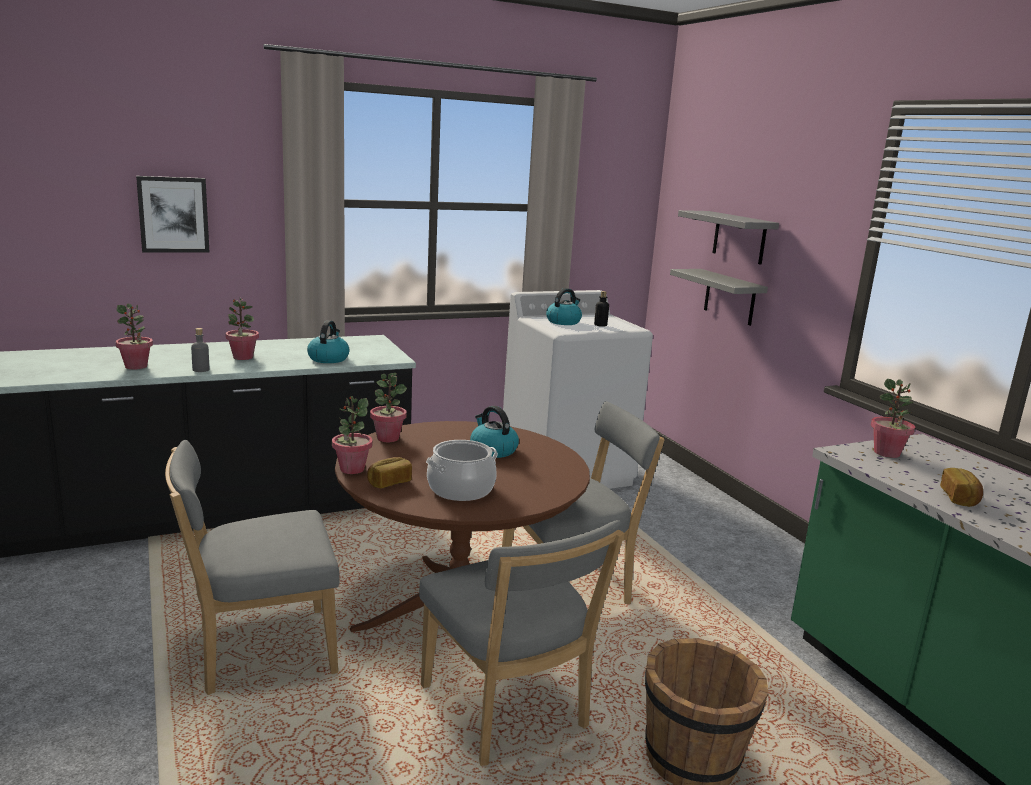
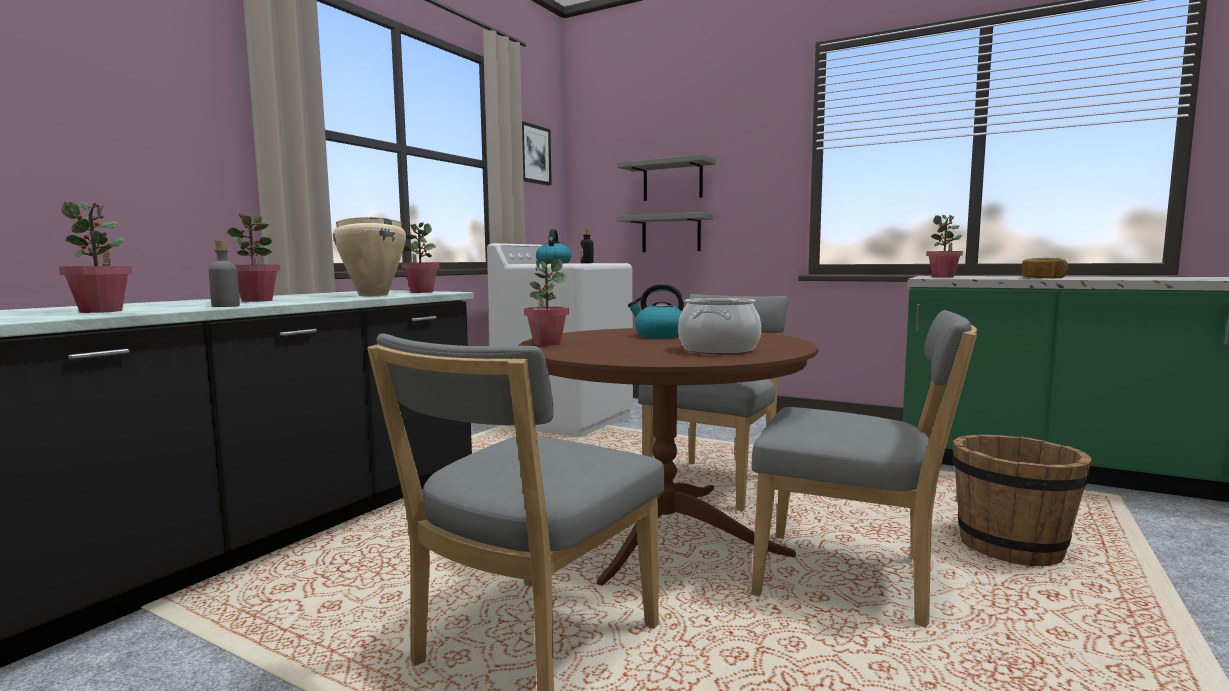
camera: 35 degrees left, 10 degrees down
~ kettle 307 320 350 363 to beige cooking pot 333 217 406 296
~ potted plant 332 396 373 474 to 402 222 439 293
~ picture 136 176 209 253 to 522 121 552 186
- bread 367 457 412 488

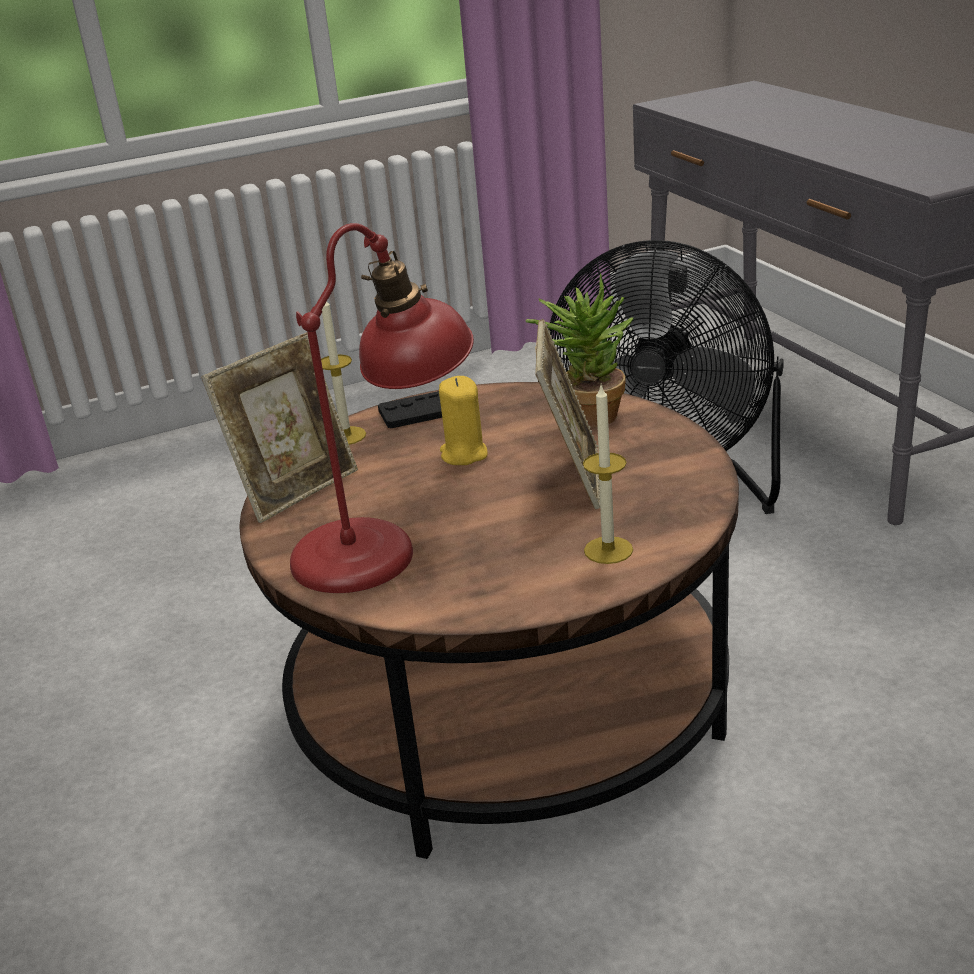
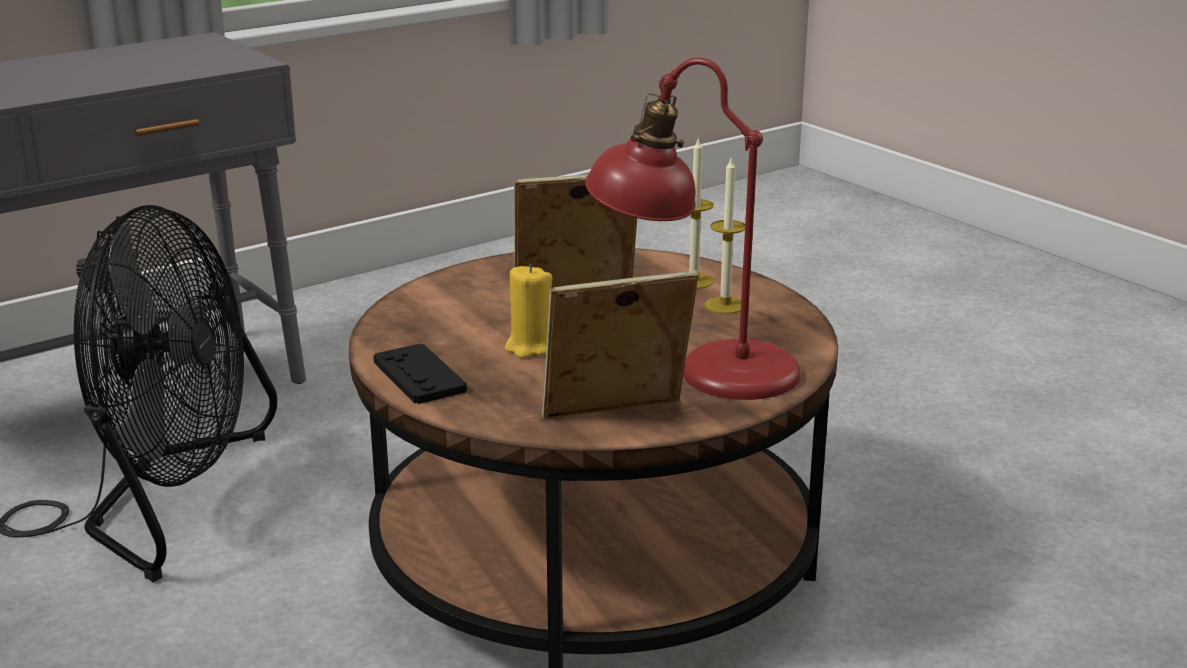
camera: 105 degrees left, 5 degrees down
~ picture frame 201 332 358 523 = 542 271 698 419 45 degrees counterclockwise
~ candle 321 302 366 445 to 704 156 745 314
- potted plant 525 273 634 427

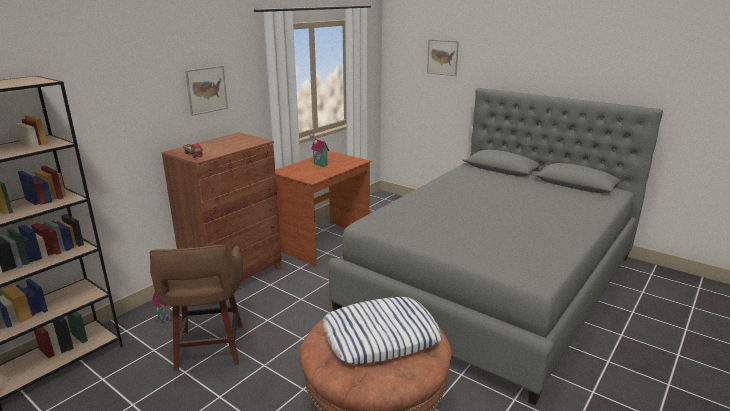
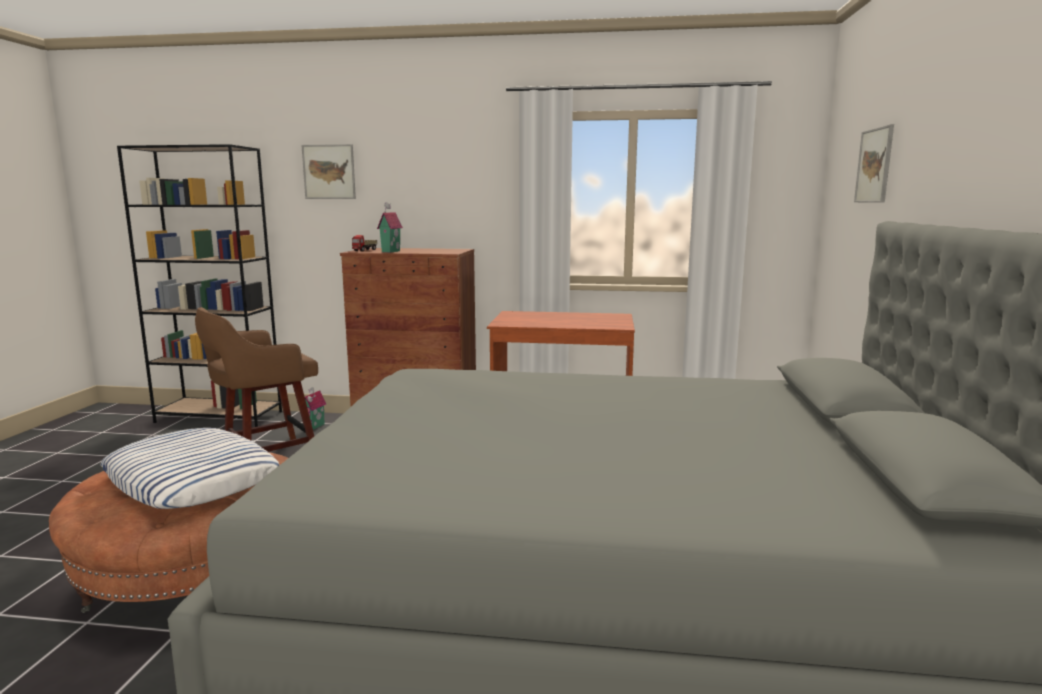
camera: 60 degrees right, 10 degrees down
~ picture 185 66 228 116 to 301 144 356 199
~ toy house 309 134 329 167 to 377 202 403 253

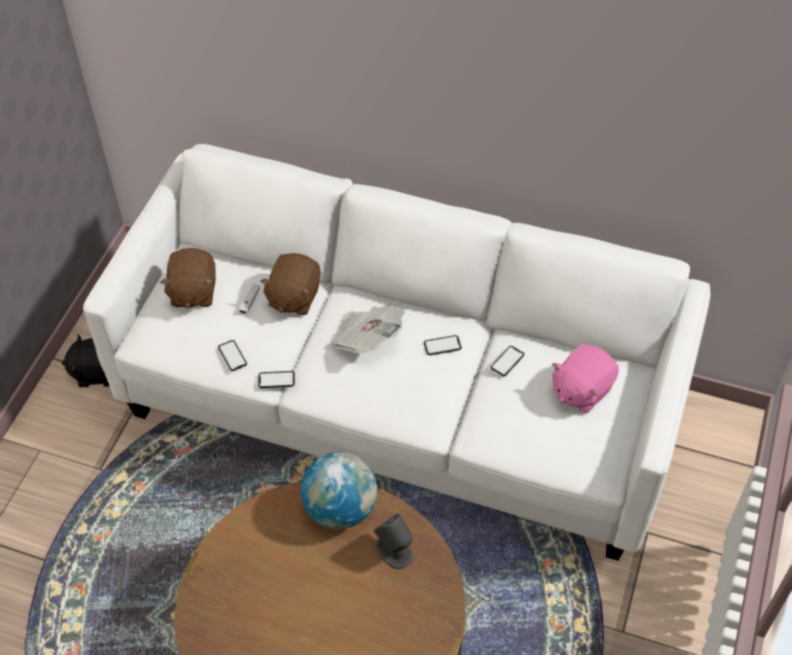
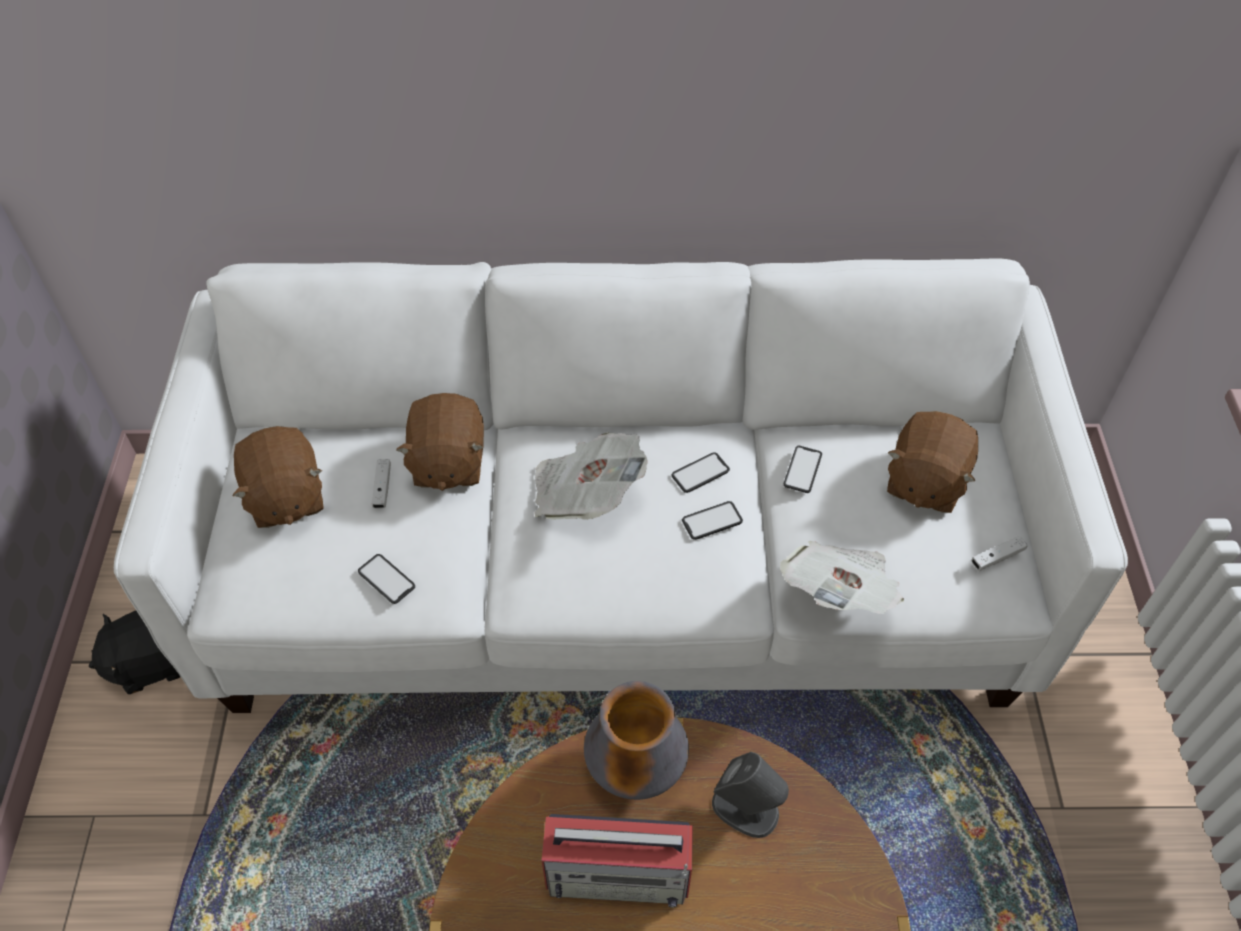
camera: 20 degrees left, 0 degrees up
+ radio 541 814 693 908
~ globe 301 452 377 529 to vase 584 681 689 800
~ phone 258 371 295 388 to 682 501 743 540
+ newspaper 780 541 904 614
~ pink plush toy 552 344 619 413 to brown plush toy 887 411 978 513
+ white game controller 971 536 1028 571

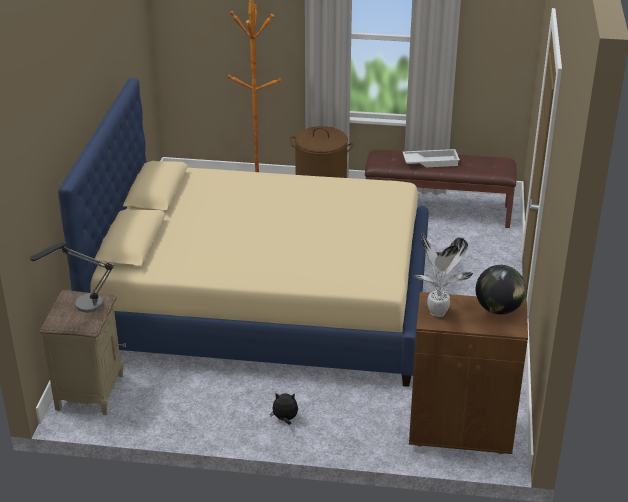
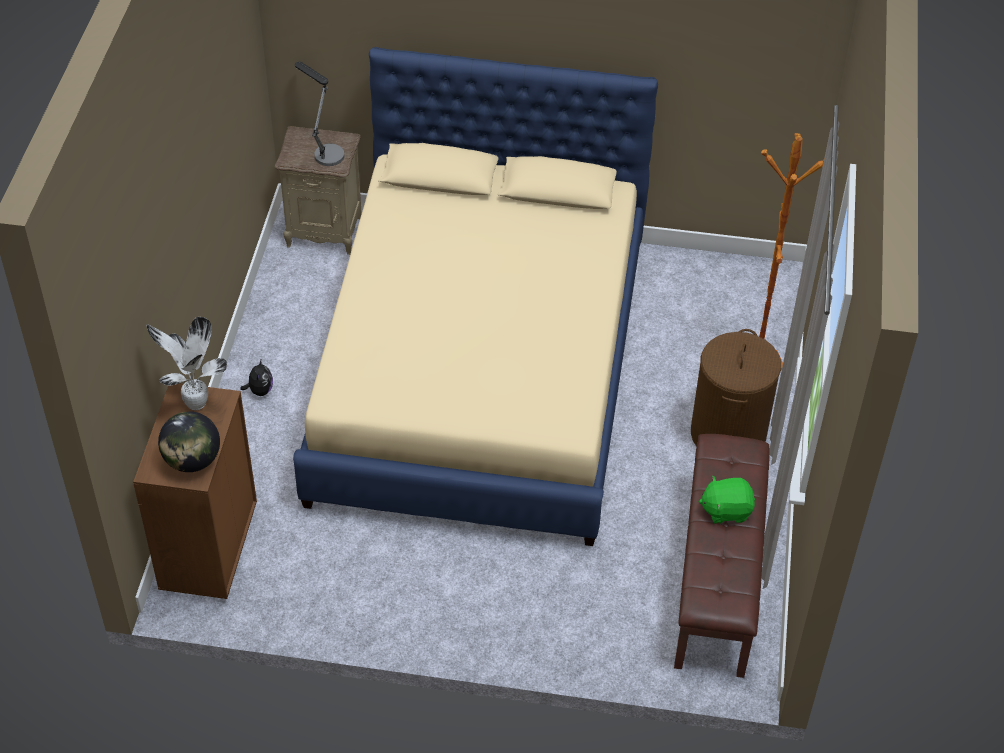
camera: 90 degrees right, 15 degrees up
~ white tray 403 149 460 167 to green plush toy 699 475 755 524

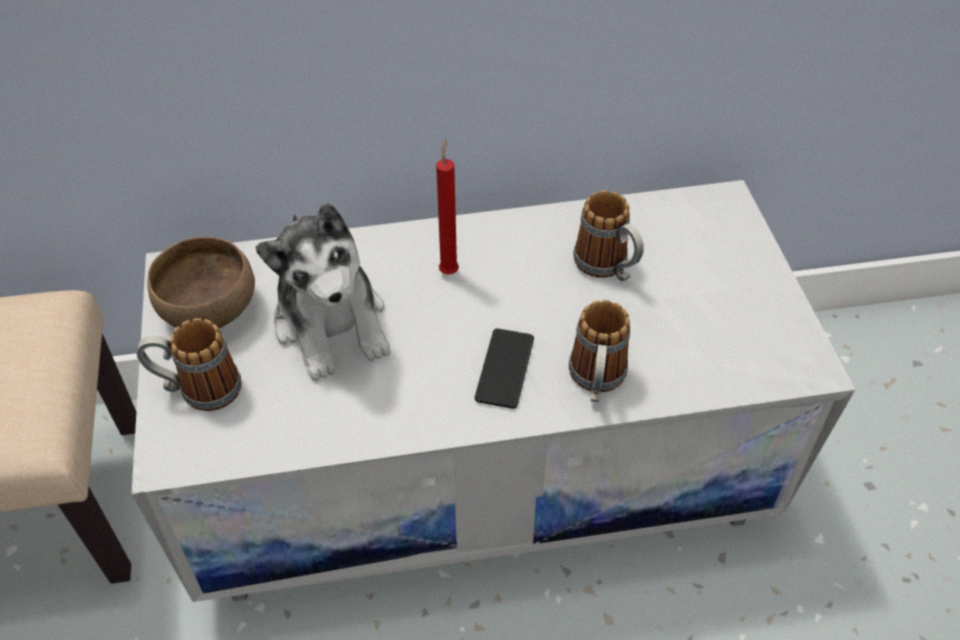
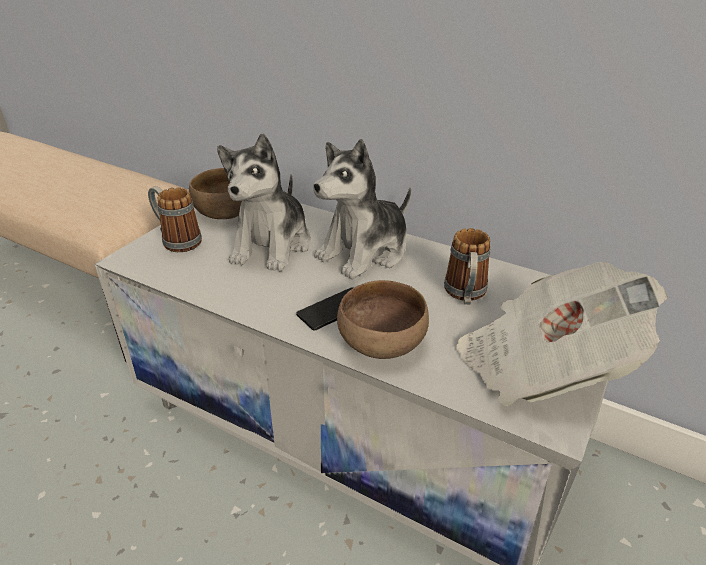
camera: 40 degrees right, 15 degrees down
~ red candle 436 138 459 275 to plush toy 313 139 411 279
~ mug 569 300 630 402 to brown bowl 337 280 429 359
+ newspaper 456 262 668 406

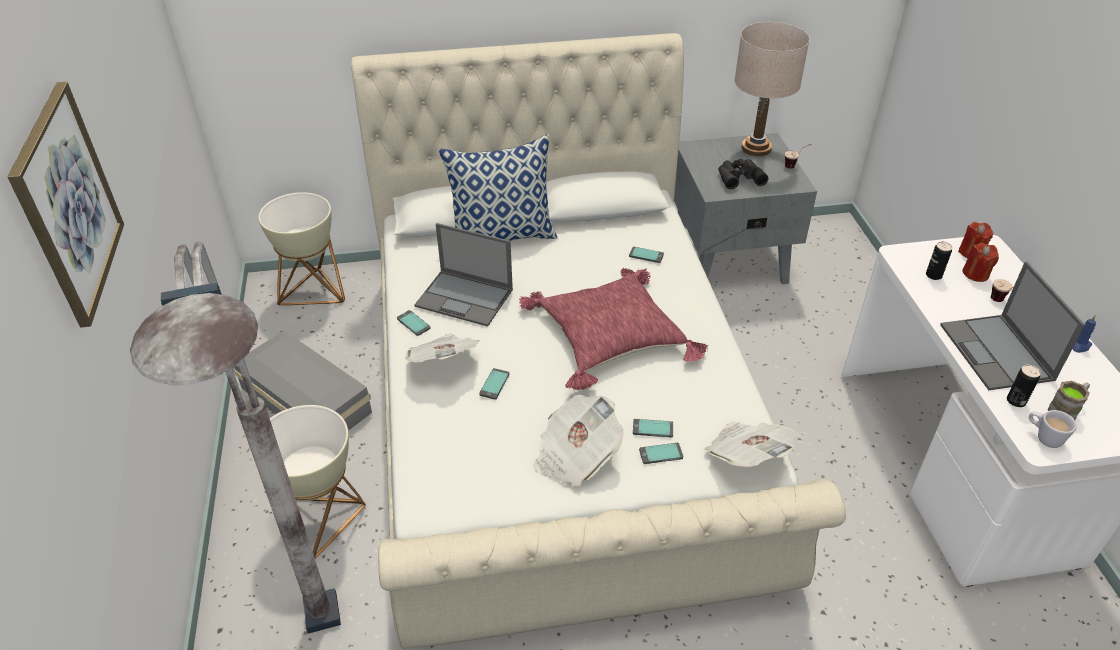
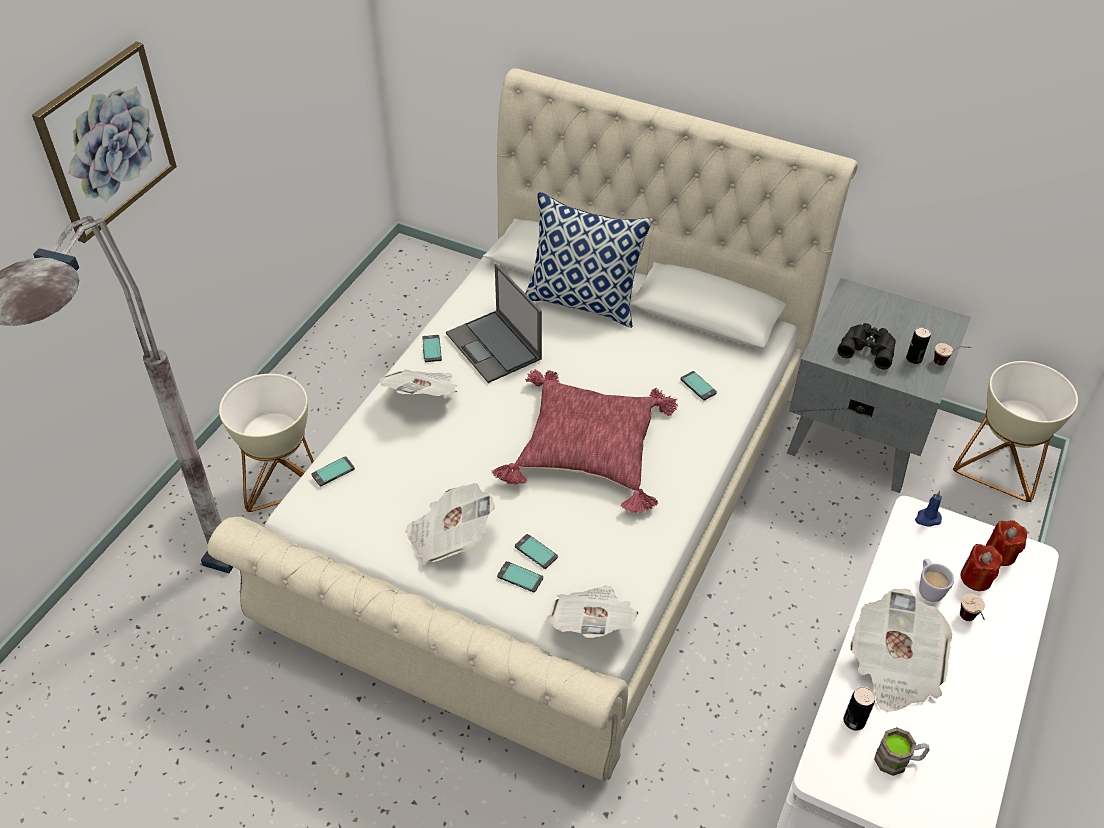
camera: 35 degrees right, 5 degrees up
~ phone 479 368 510 400 to 312 456 355 486
~ laptop 940 261 1085 390 to newspaper 850 589 953 712
~ can 926 241 952 280 to 906 327 931 364
~ blue candle 1073 315 1096 353 to 915 491 942 527
~ white mug 1029 410 1077 448 to 919 559 954 602
~ planter 258 192 345 305 to 953 361 1078 502
- grey storage box 234 330 372 431
- beige table lamp 734 22 810 156

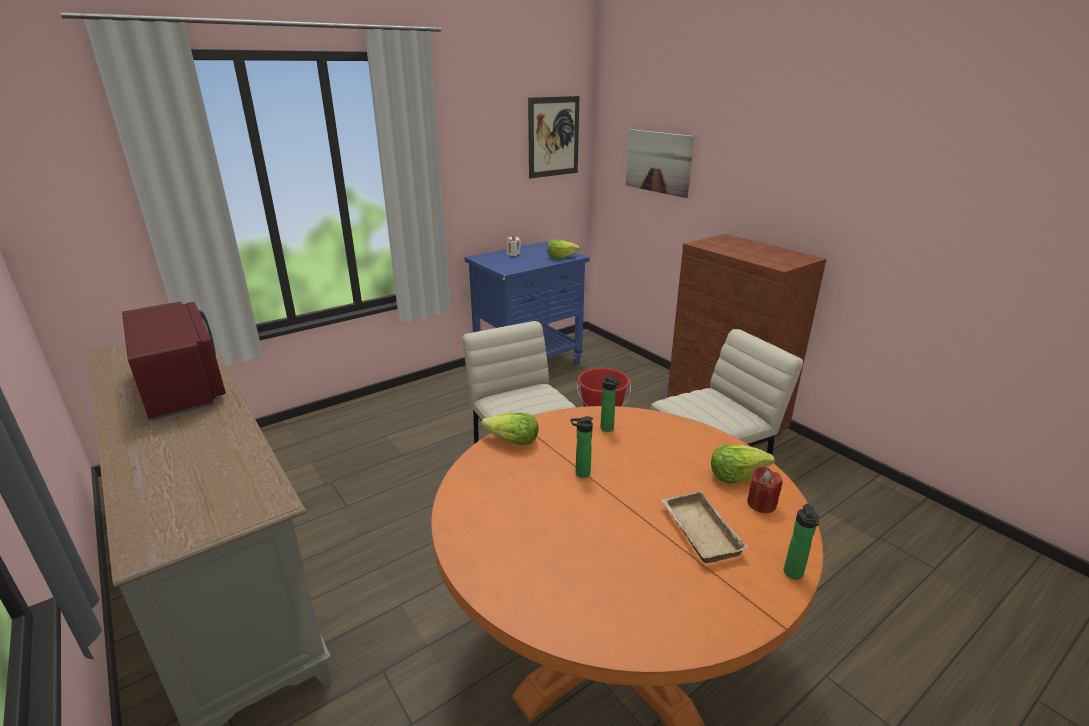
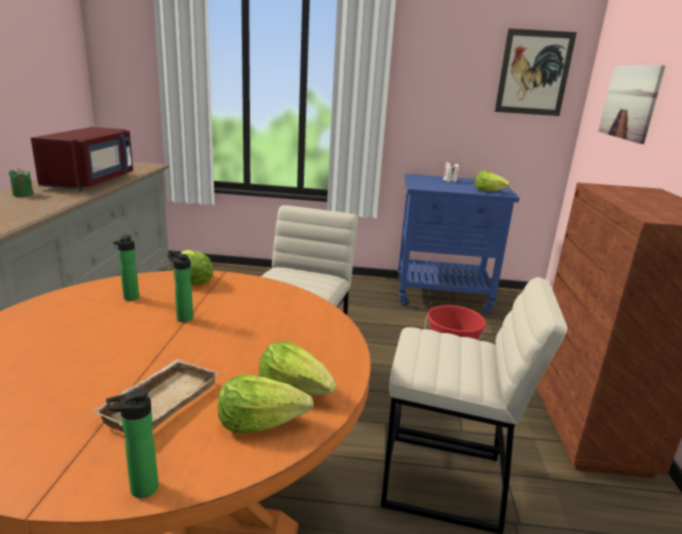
camera: 40 degrees right, 5 degrees down
+ green candle 9 168 34 197
~ bottle 601 375 621 432 to 113 235 139 301
~ red candle 747 465 783 513 to lettuce 218 375 314 433

